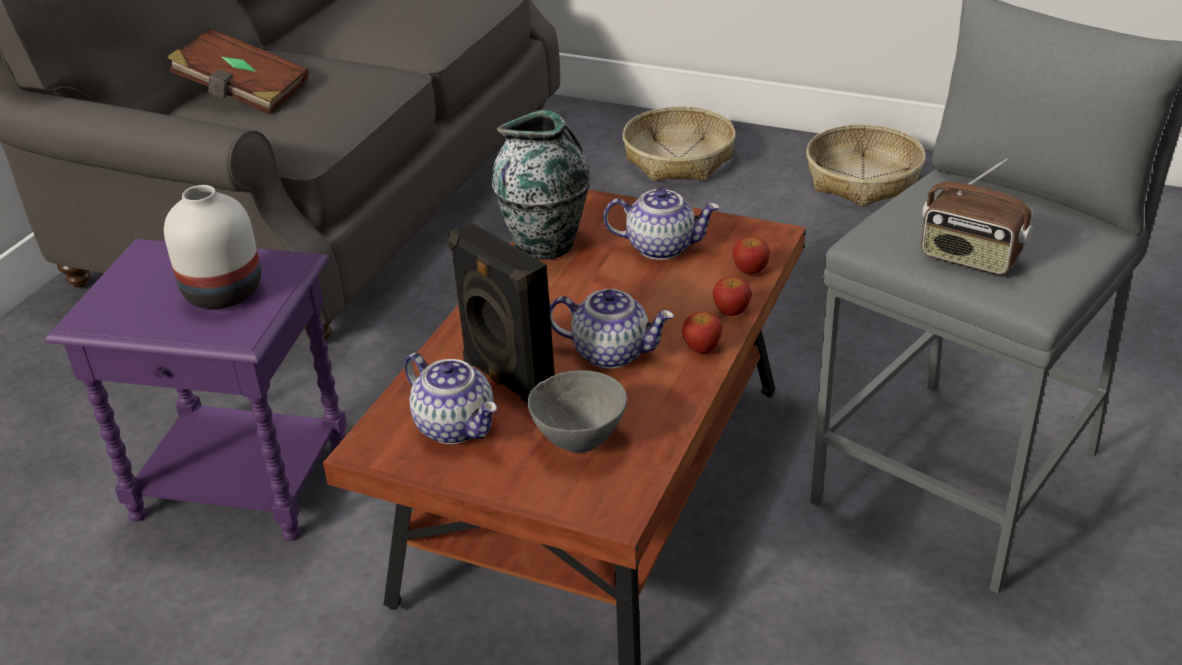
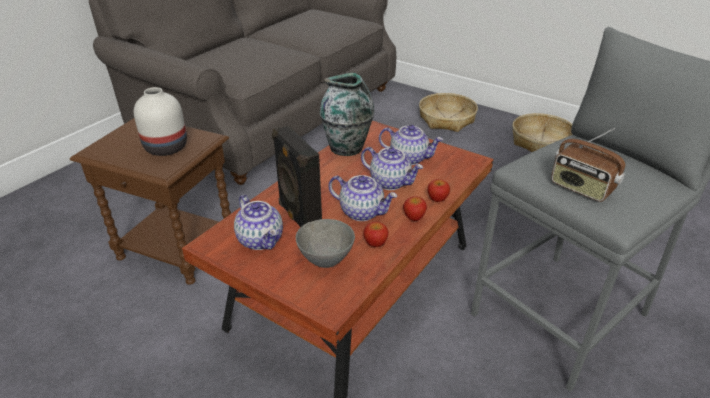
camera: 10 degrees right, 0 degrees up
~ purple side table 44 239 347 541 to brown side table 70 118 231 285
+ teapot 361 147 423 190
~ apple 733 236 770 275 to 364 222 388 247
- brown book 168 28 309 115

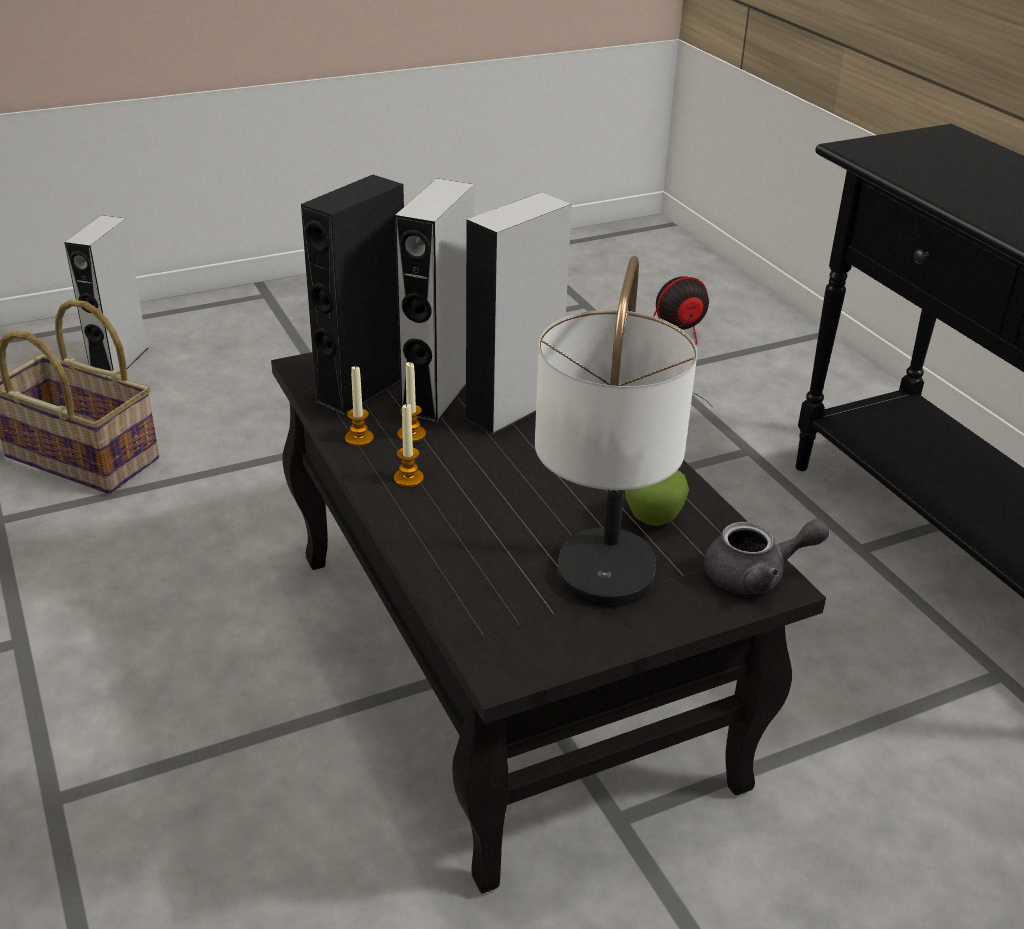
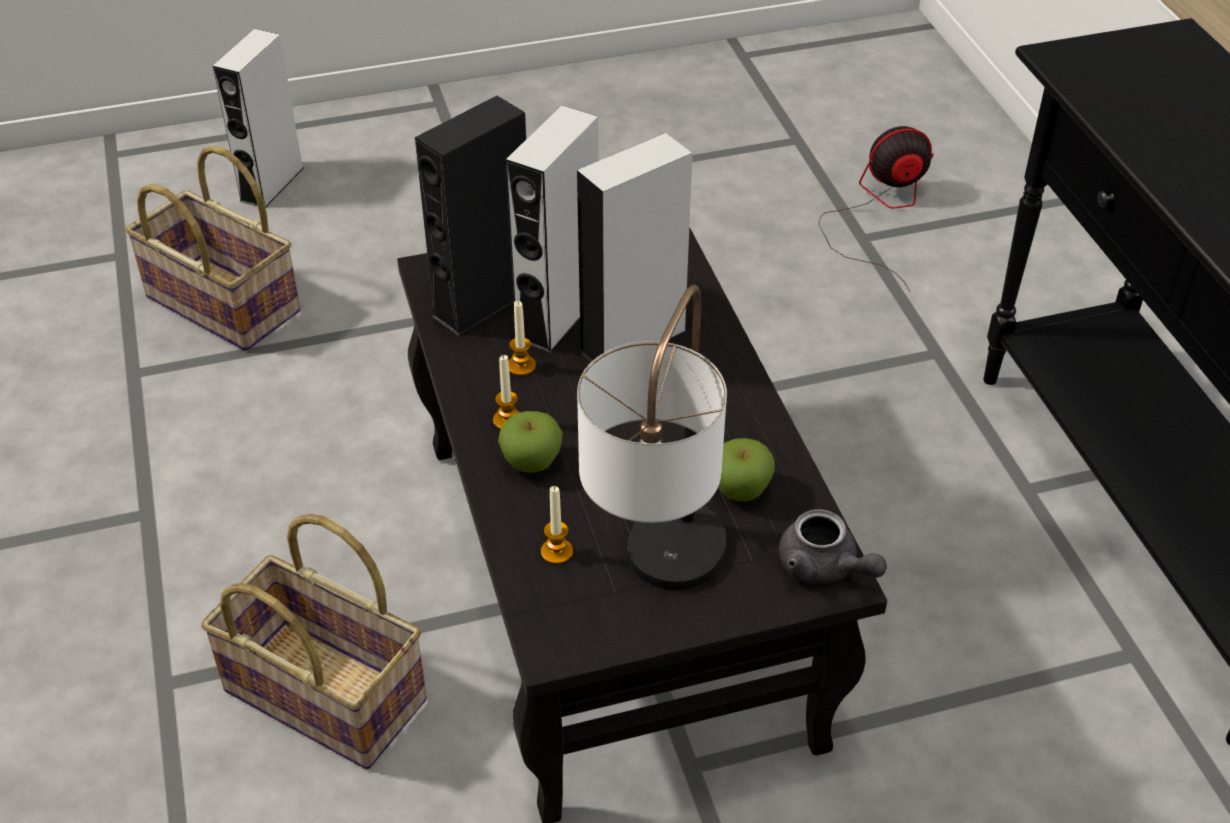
camera: 10 degrees right, 10 degrees up
+ basket 201 514 427 769
+ apple 498 411 563 473
~ candle 345 365 374 446 to 541 486 573 564
~ grey teapot 704 519 830 594 = 779 509 887 584 45 degrees clockwise

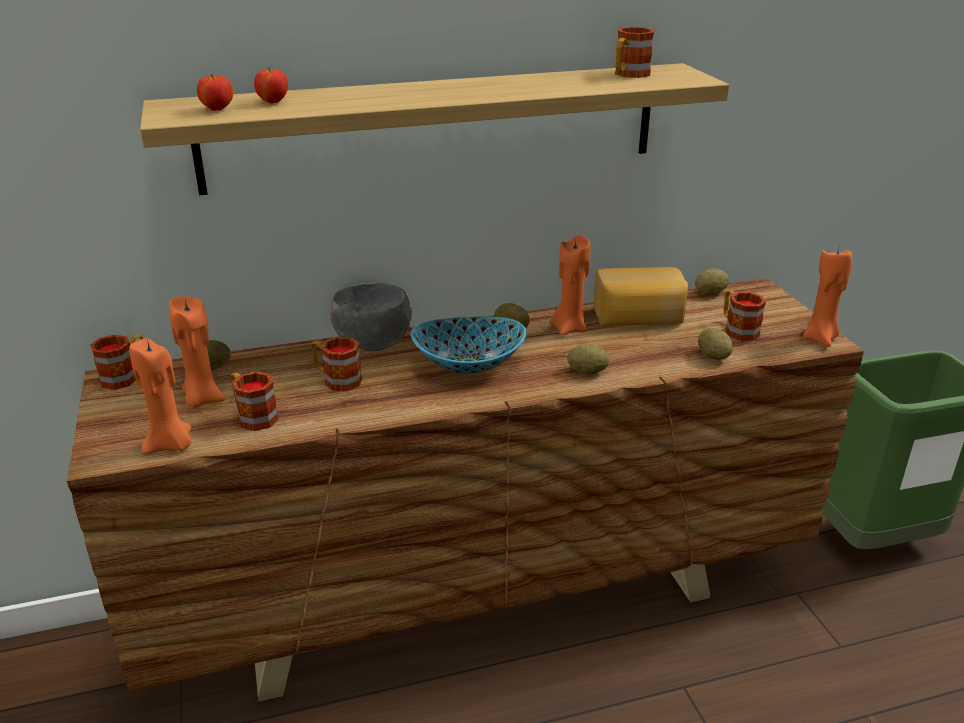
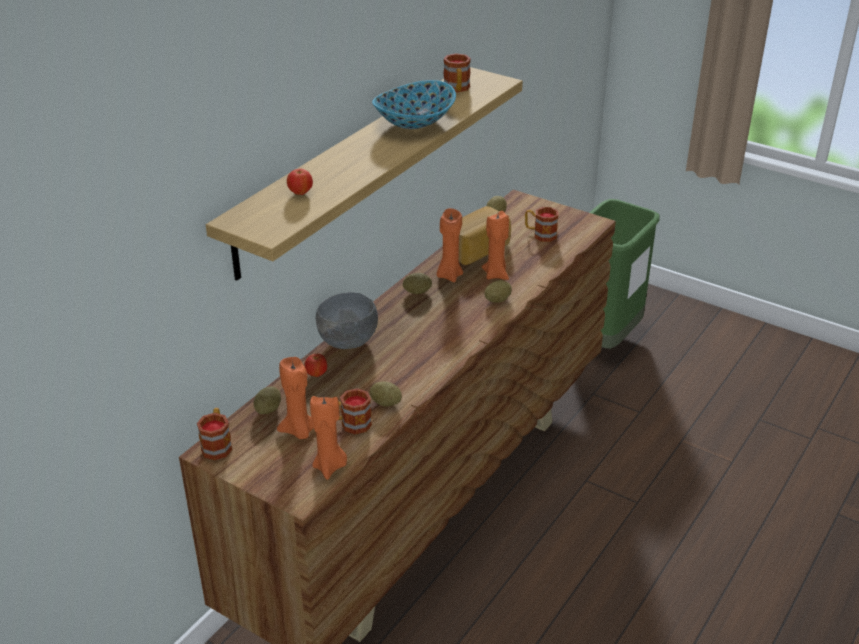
camera: 40 degrees left, 5 degrees up
~ apple 197 74 233 111 to 305 354 327 377
~ potato 698 328 733 360 to 370 381 402 407
~ bowl 411 316 526 373 to 372 80 456 129
~ orange candle 803 245 852 347 to 481 211 509 280
- mug 311 337 362 391

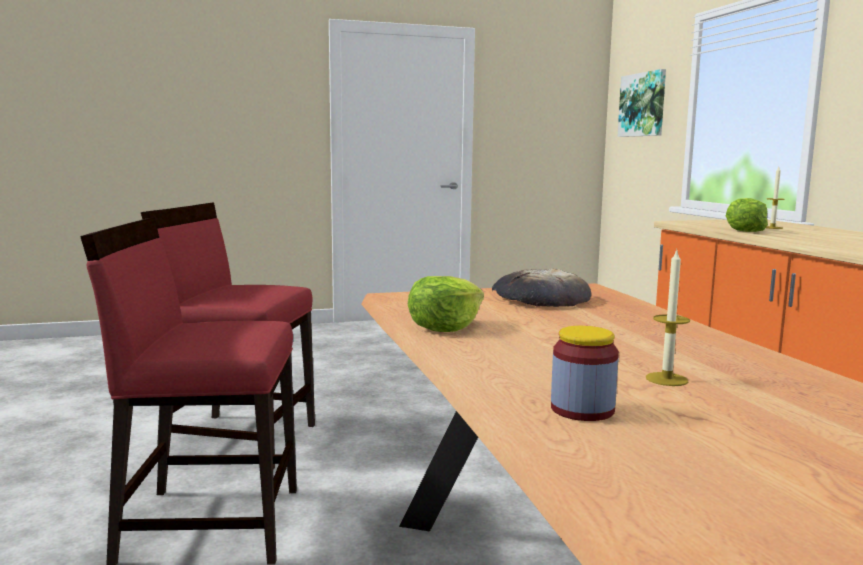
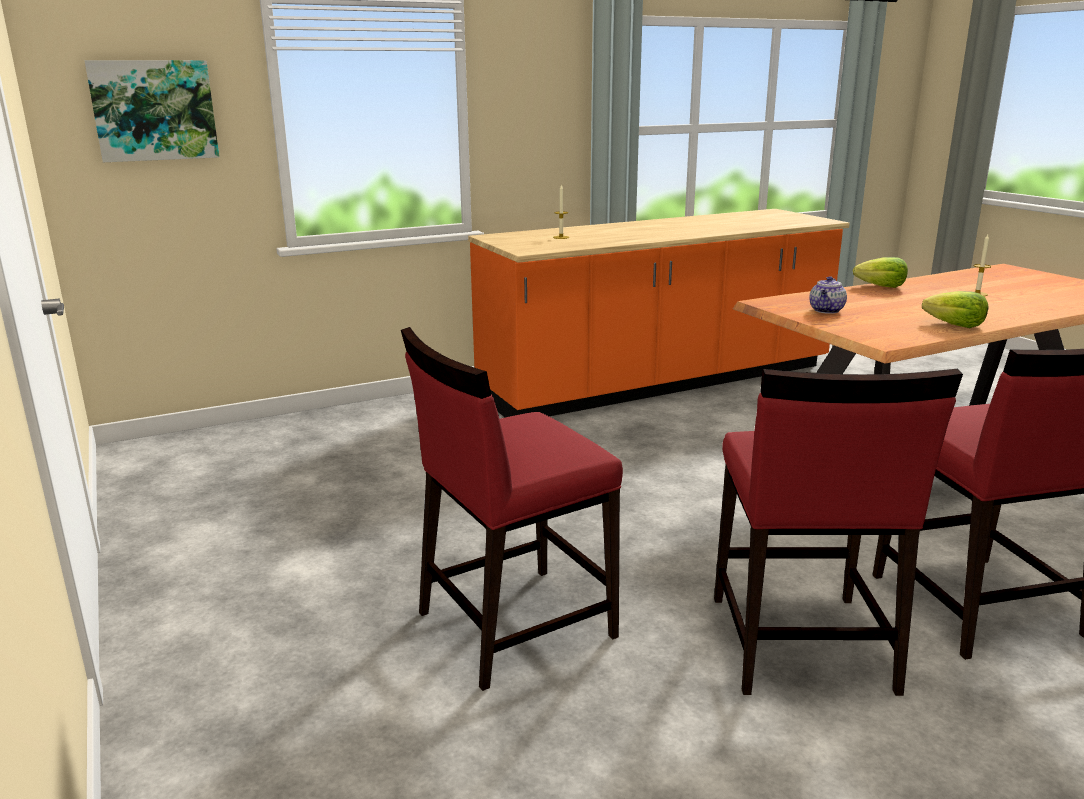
camera: 100 degrees left, 10 degrees up
+ red chair 401 327 623 691
~ bread 492 269 591 307 to teapot 809 276 847 314
~ lettuce 726 198 768 232 to 853 257 908 288
- jar 551 326 619 421

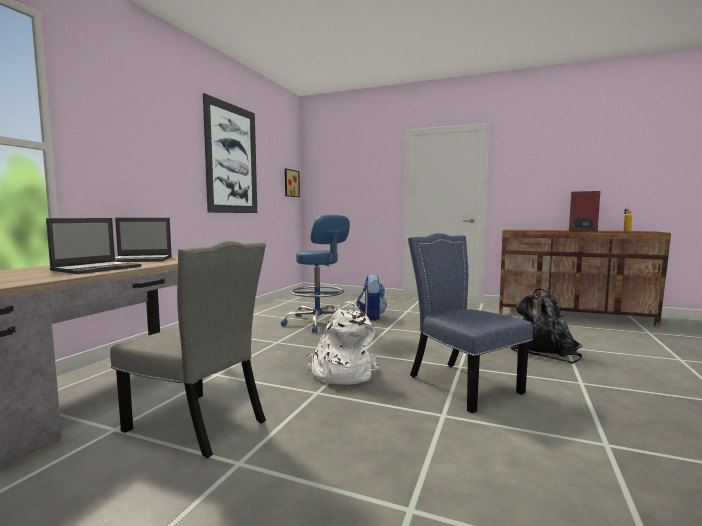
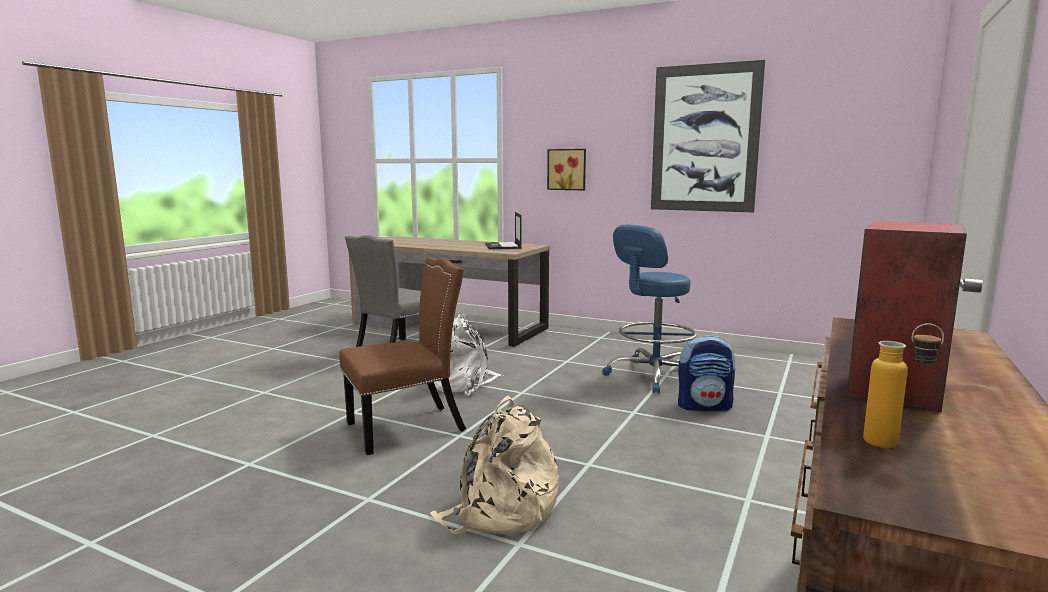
camera: 95 degrees right, 5 degrees up
~ blue chair 408 233 533 413 to brown chair 339 257 466 455
~ black backpack 510 288 583 364 to beige backpack 430 396 559 536
~ picture 285 169 300 197 to 547 149 586 190
- laptop 46 218 141 274

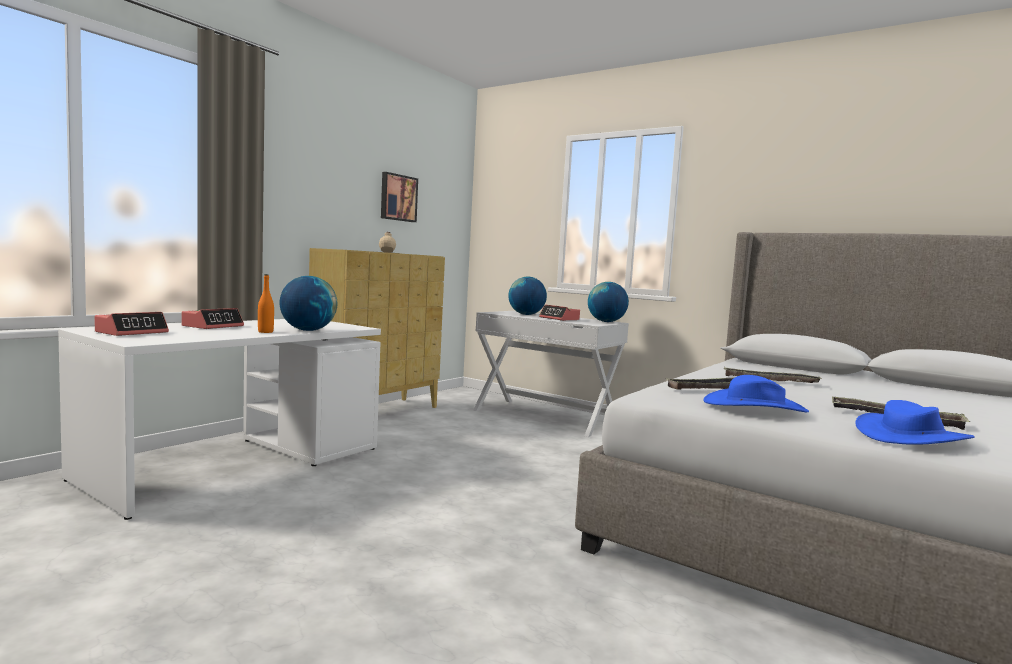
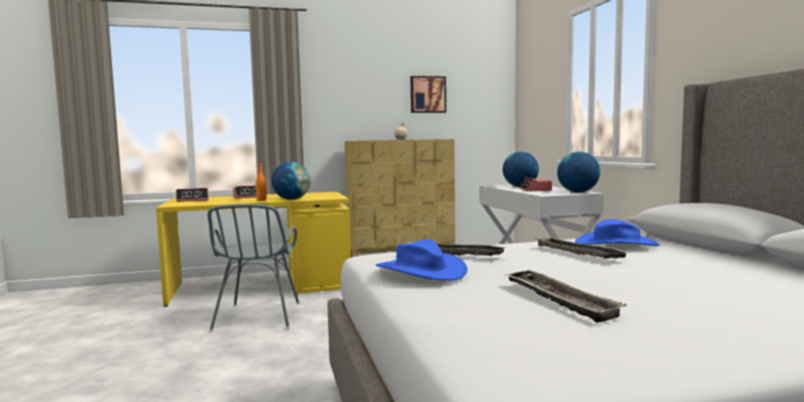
camera: 40 degrees right, 0 degrees up
~ white desk 58 319 381 520 to yellow desk 156 192 351 307
+ grey chair 207 204 300 332
~ blue hat 855 400 975 445 to 575 219 660 246

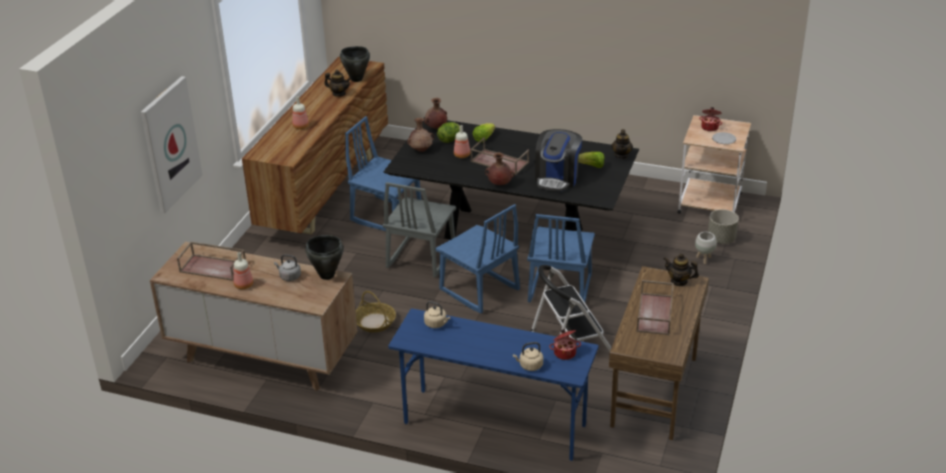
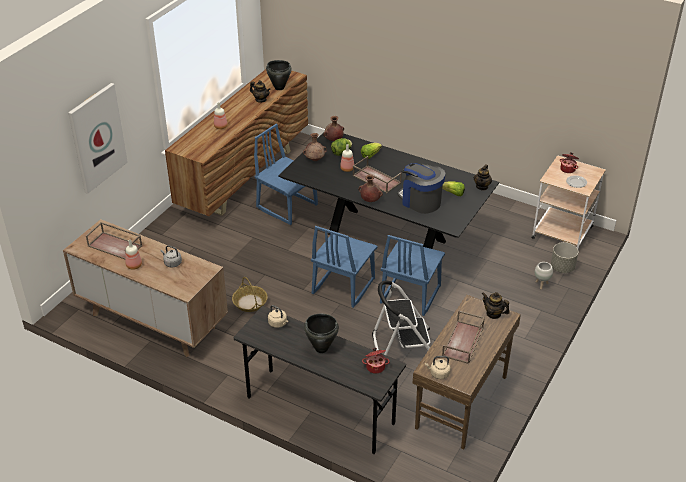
camera: 10 degrees right, 5 degrees up
~ blue desk 388 308 599 461 to grey desk 234 306 406 454
~ black cooking pot 305 235 344 280 to 304 314 339 353
~ blue chair 435 204 520 313 = 311 226 378 308 60 degrees clockwise
~ coffee machine 535 129 582 192 = 397 163 446 214 105 degrees clockwise
~ beige kettle 513 342 543 371 to 425 356 451 379
- grey chair 383 182 456 277

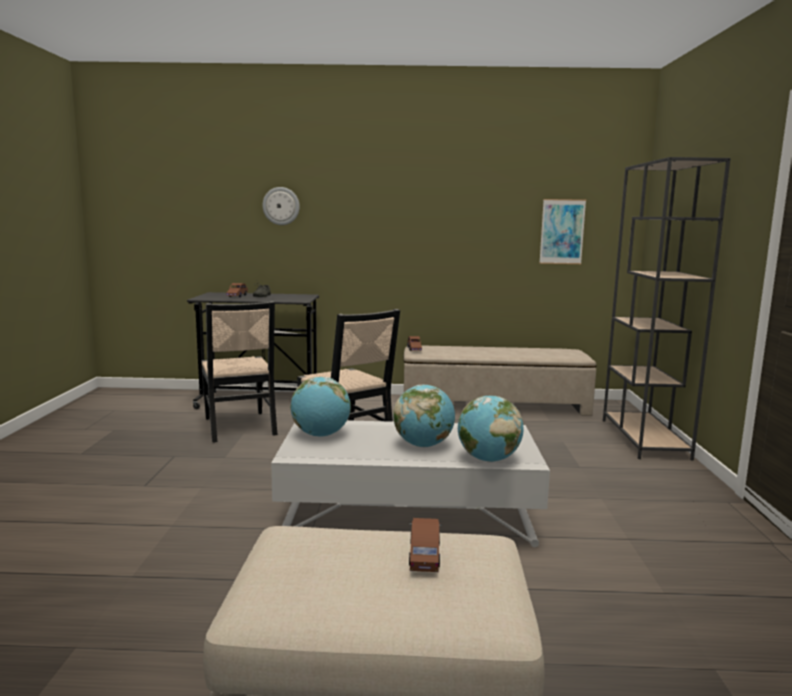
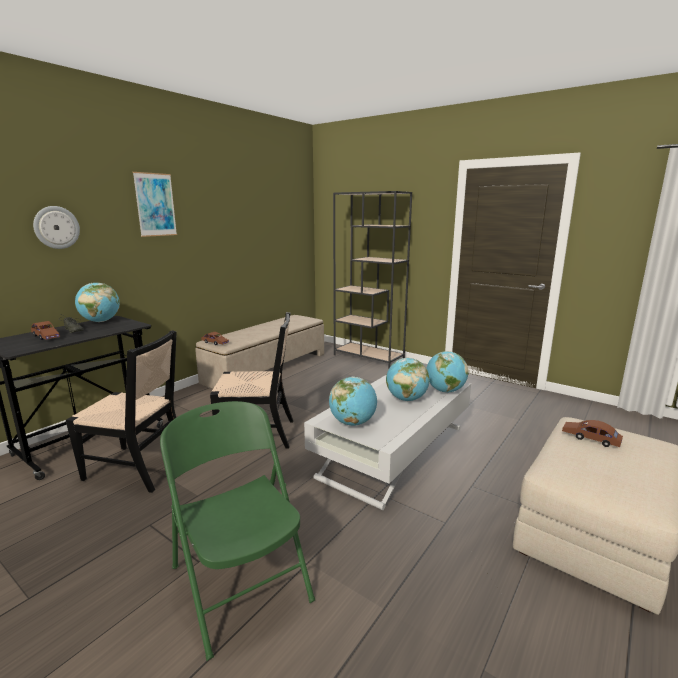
camera: 55 degrees left, 5 degrees up
+ globe 75 283 120 322
~ picture 539 199 586 264 to 133 172 177 237
+ green chair 160 401 315 661

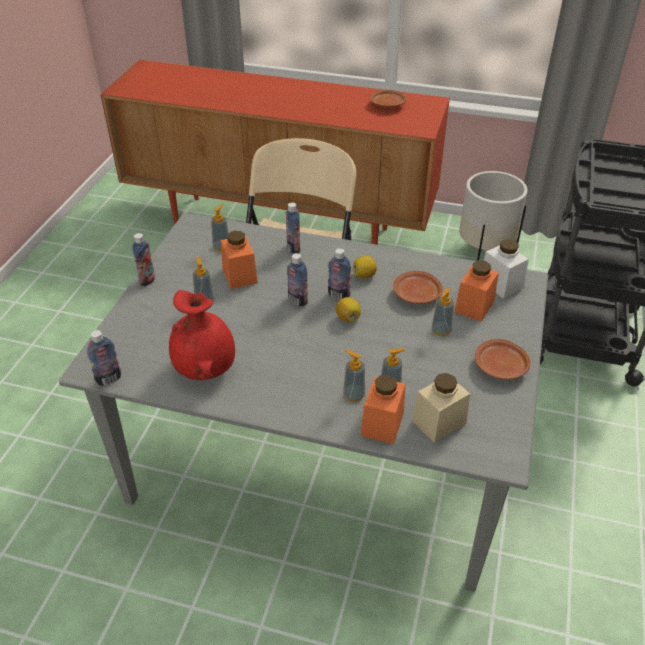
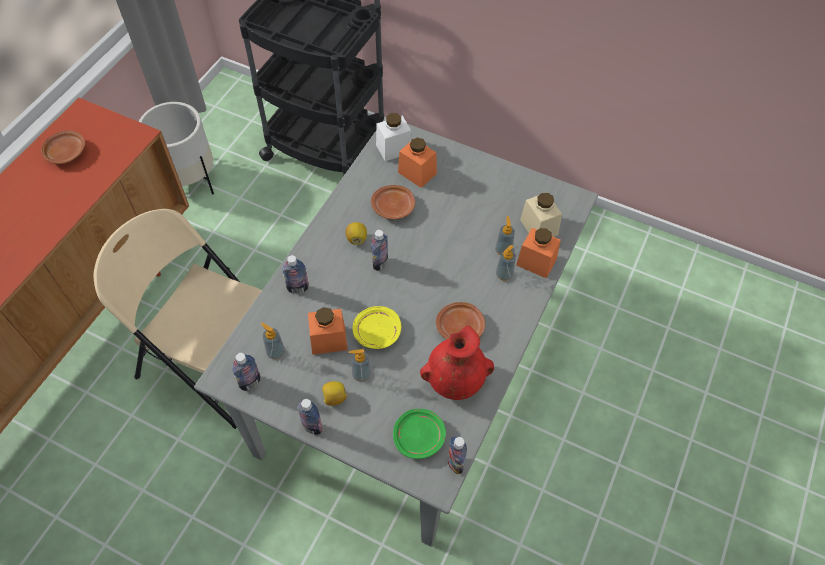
camera: 80 degrees left, 15 degrees up
~ bottle 287 253 308 306 to 233 353 261 391
~ lemon 336 297 361 322 to 322 381 347 406
+ yellow plate 352 306 401 349
+ green plate 393 409 446 459
~ brown plate 475 339 531 380 to 436 302 485 340
- soap dispenser 432 288 454 336

